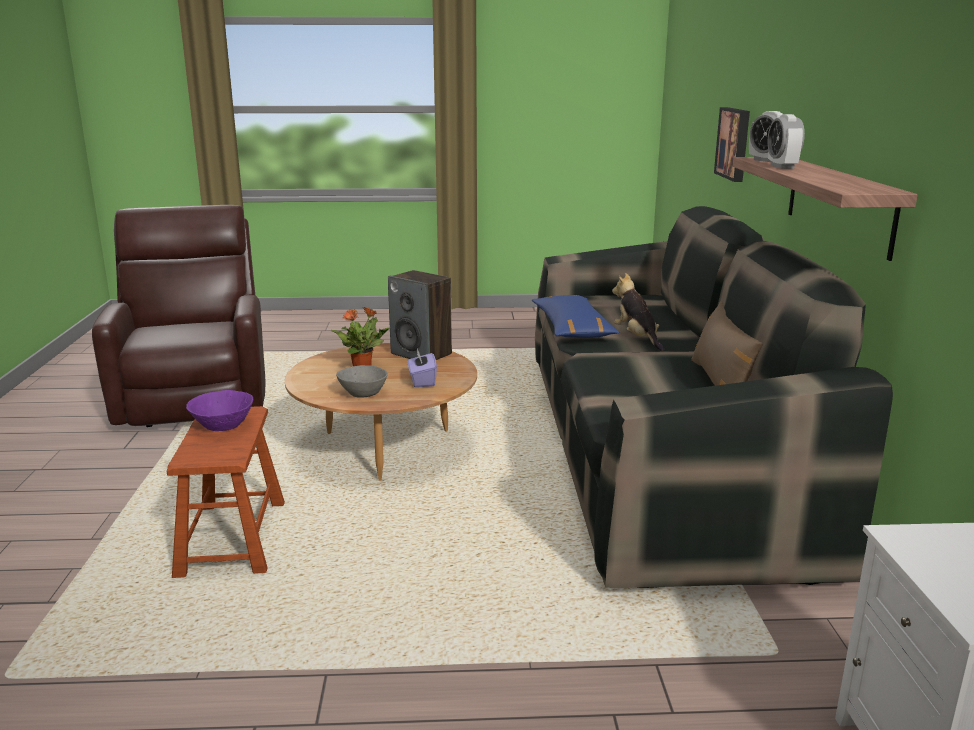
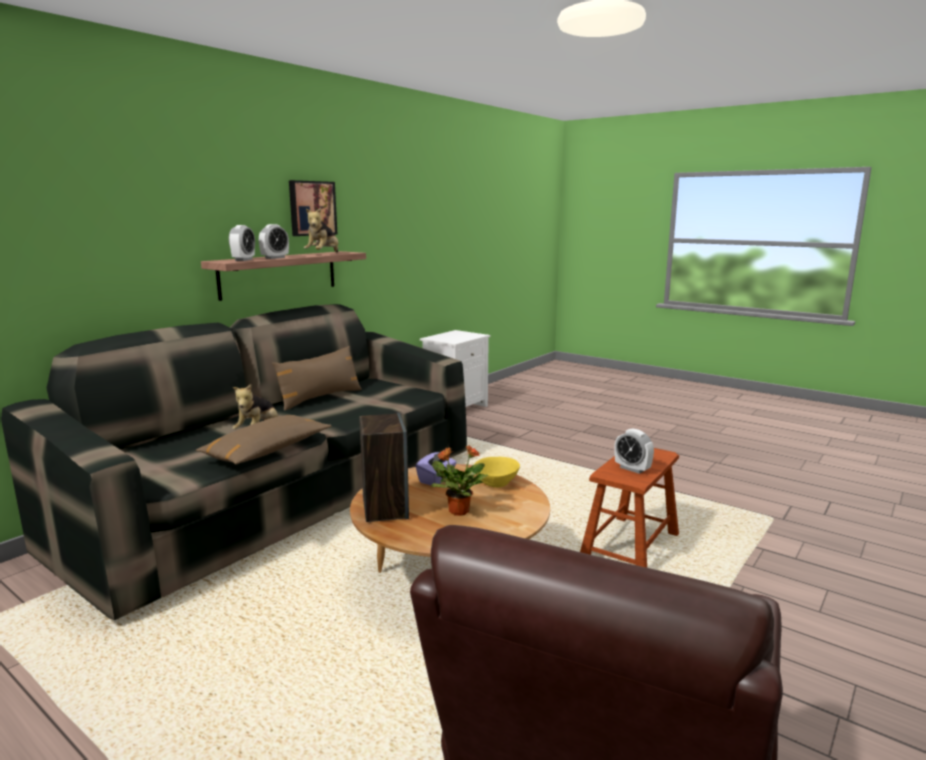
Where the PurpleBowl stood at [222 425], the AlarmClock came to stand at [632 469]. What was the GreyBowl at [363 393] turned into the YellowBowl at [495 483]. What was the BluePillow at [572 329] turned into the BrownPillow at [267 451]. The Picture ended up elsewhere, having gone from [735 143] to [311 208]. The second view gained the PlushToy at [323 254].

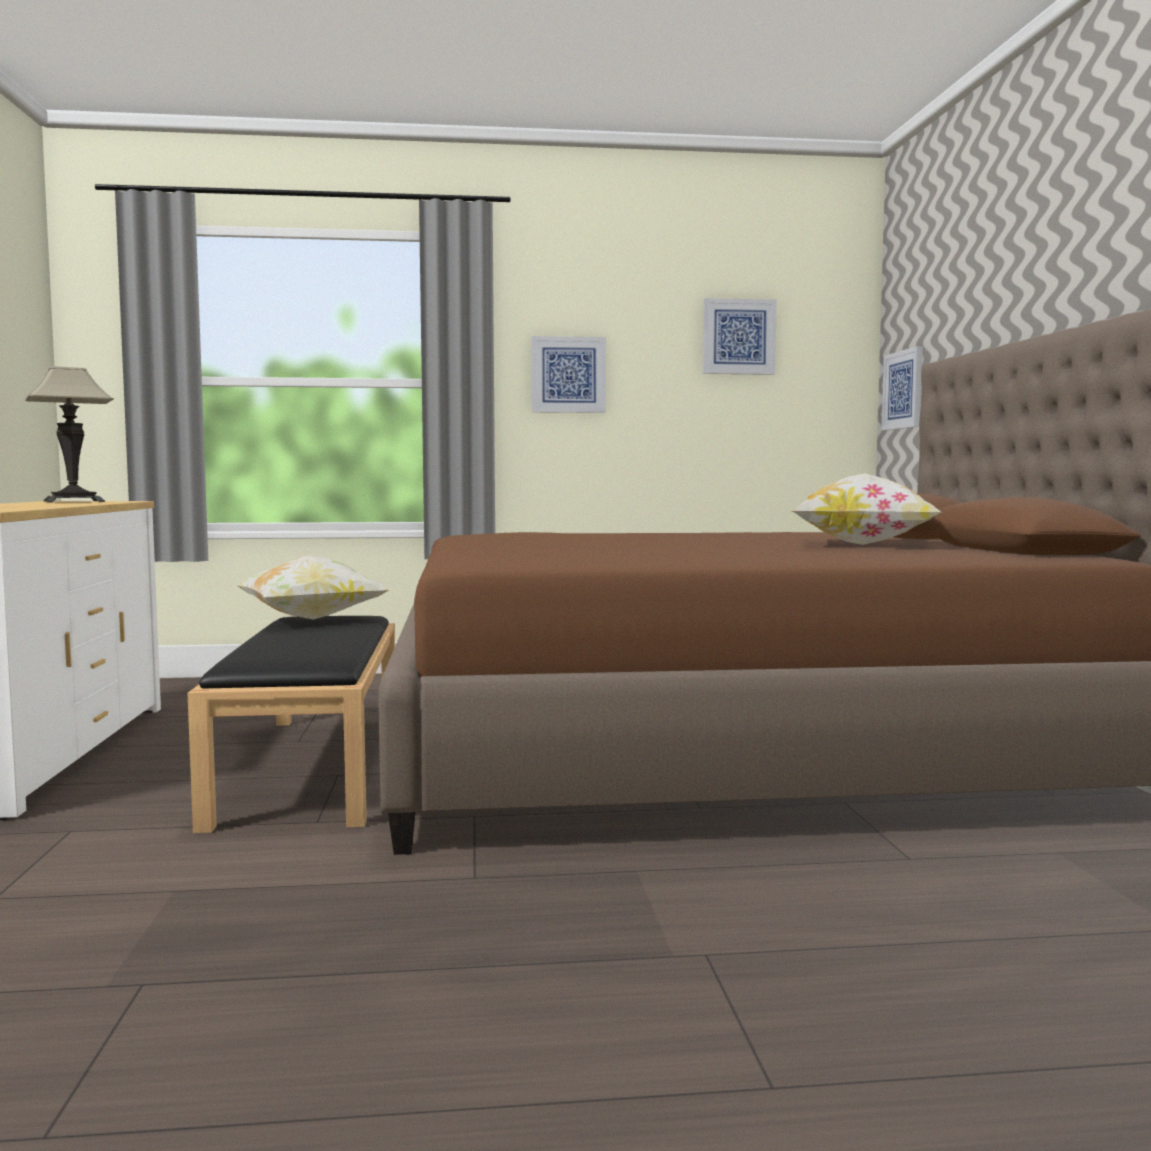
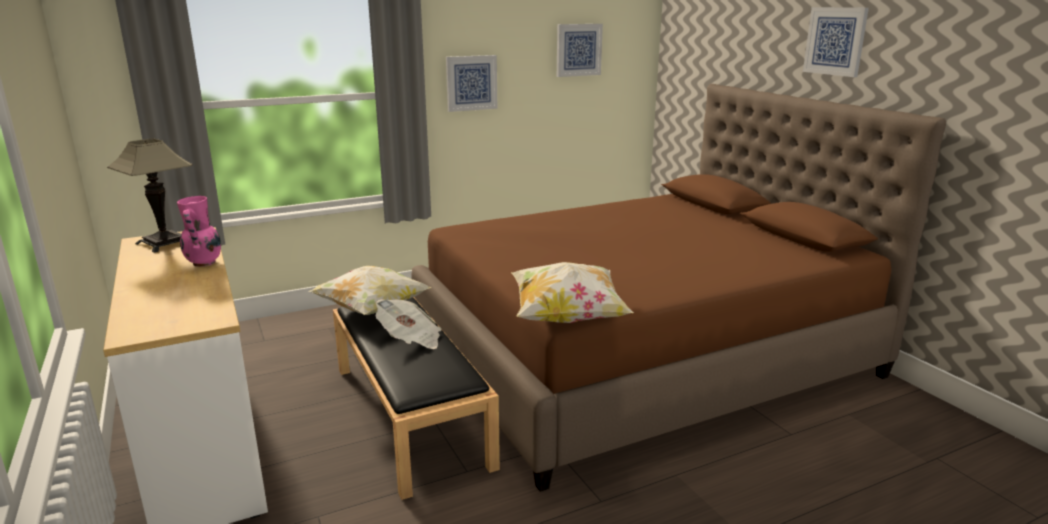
The Pillow ended up elsewhere, having gone from [863 545] to [567 317]. The Picture ended up elsewhere, having gone from [904 390] to [835 41]. The second view gained the PinkVase at [203 263]. The second view gained the Newspaper at [410 339].

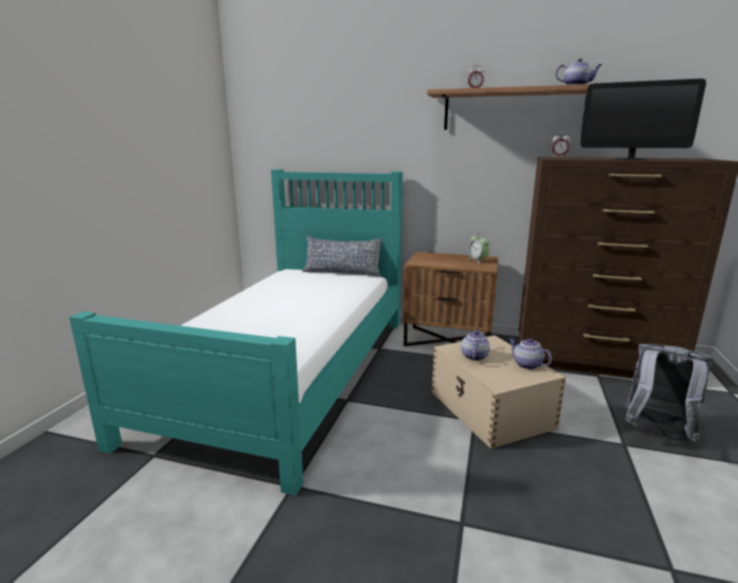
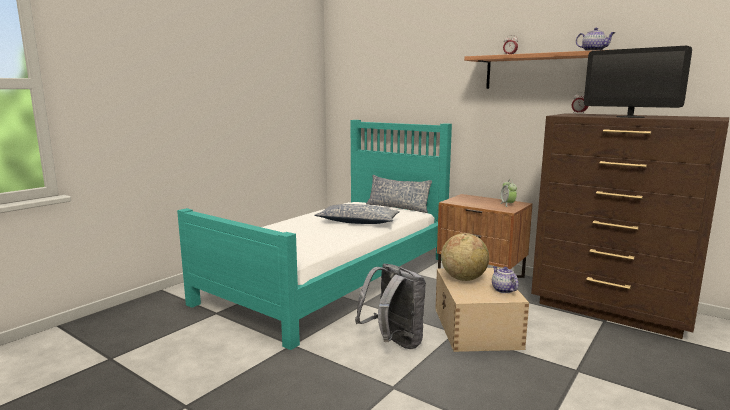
Where the Teapot stood at [474 356], the Globe came to stand at [463 278]. The GreyBackpack ended up elsewhere, having gone from [655 435] to [393 343]. The second view gained the Pillow at [358 222].

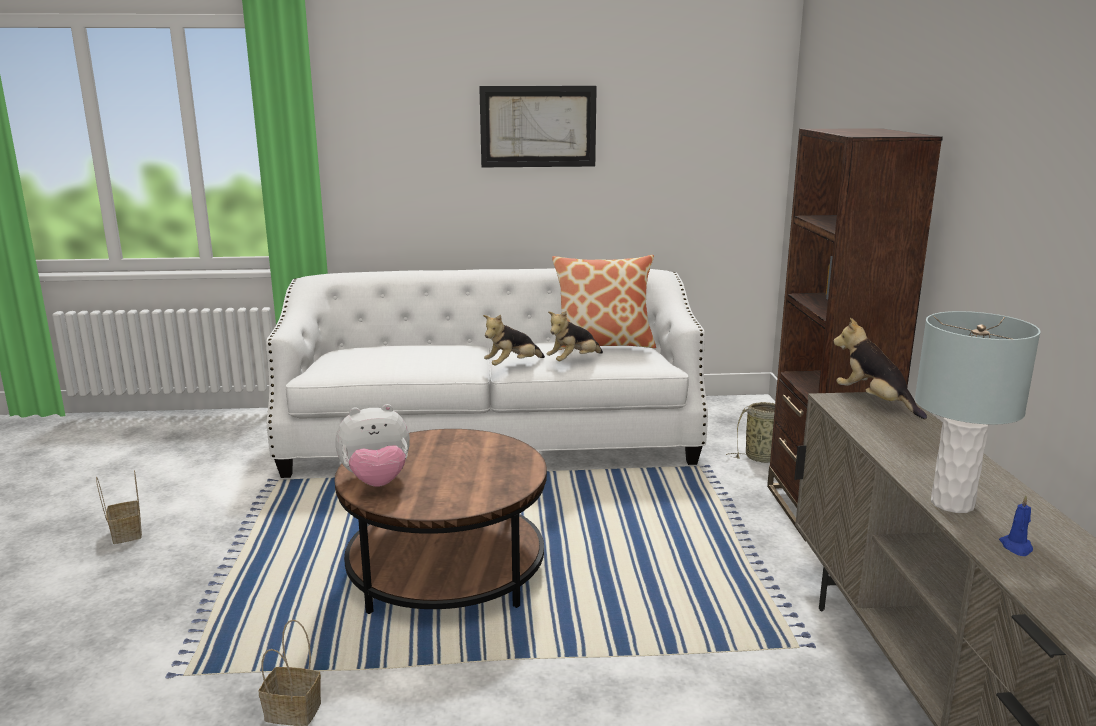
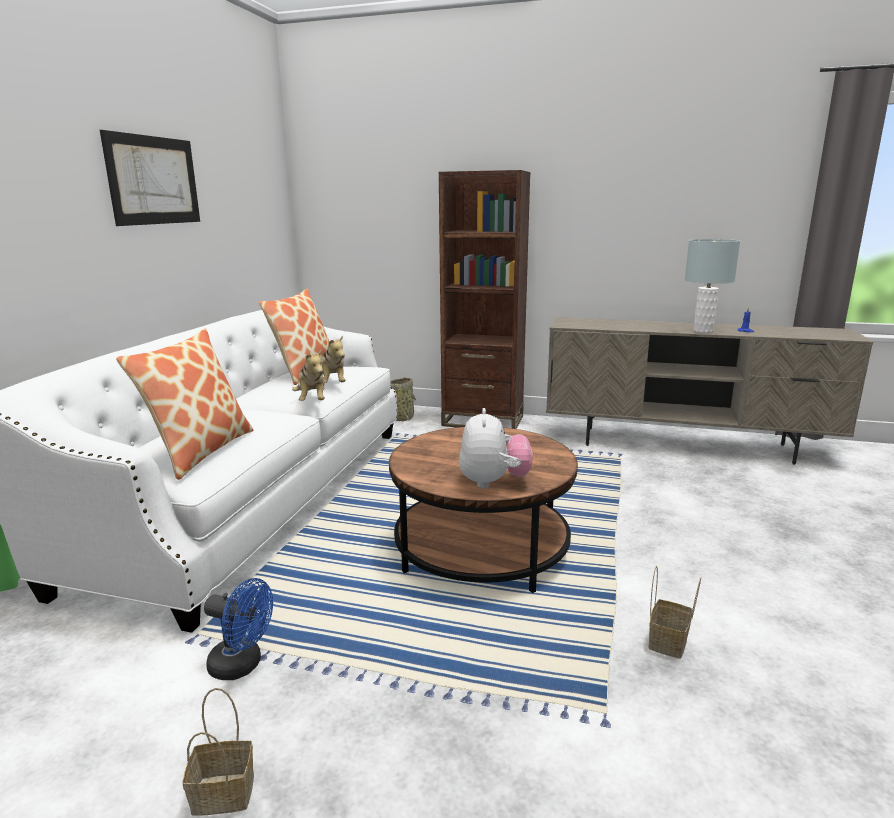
The second view lost the PlushToy at [874 402]. The second view gained the Pillow at [200 451]. The second view gained the BlueFan at [242 665].

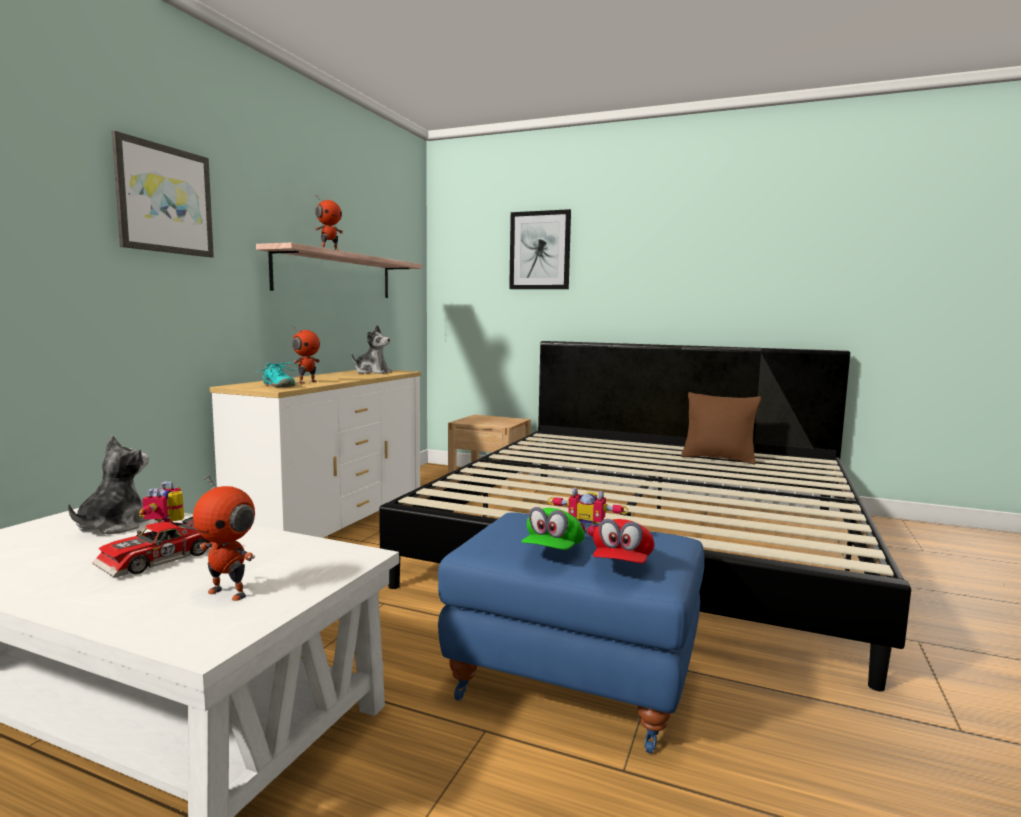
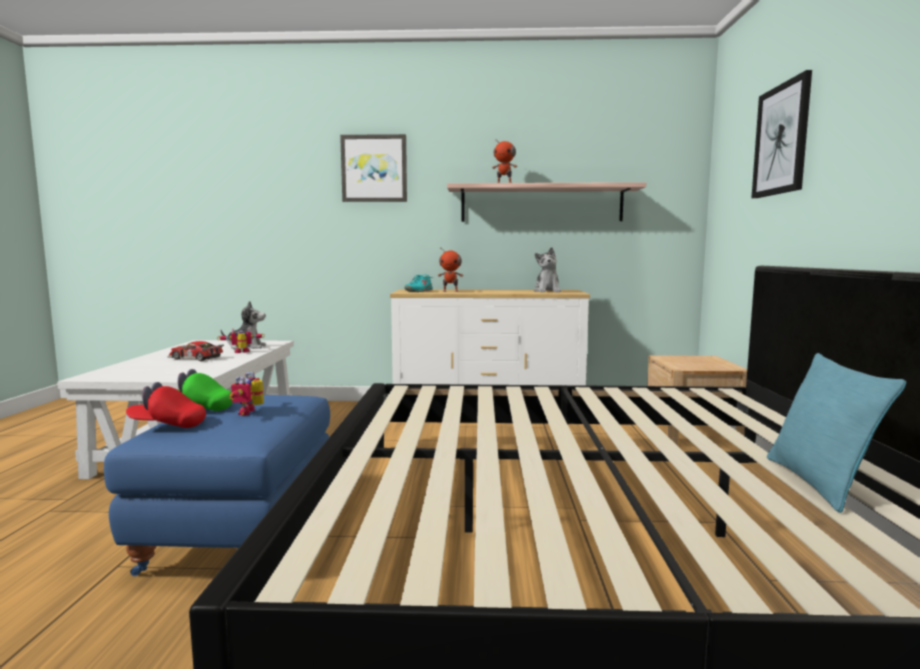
The second view lost the ToyRobot at [229 593]. What was the BrownPillow at [718 458] turned into the TurquoisePillow at [818 483].

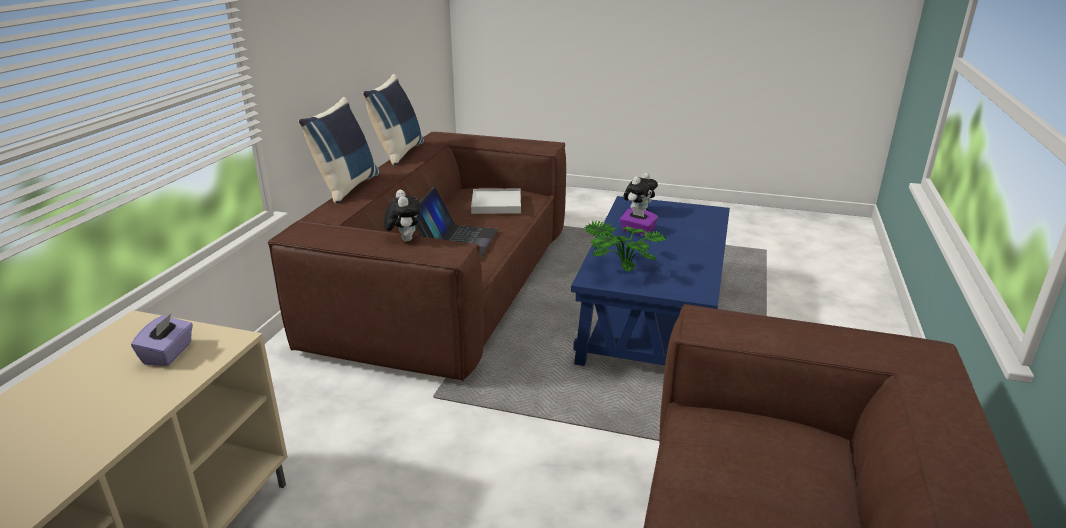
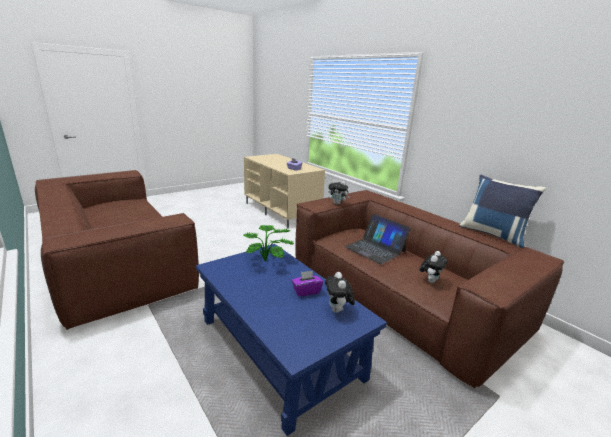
The second view lost the BluePillow at [346 187]. Where the WhiteTray stood at [496 204], the PlushToy came to stand at [430 280].

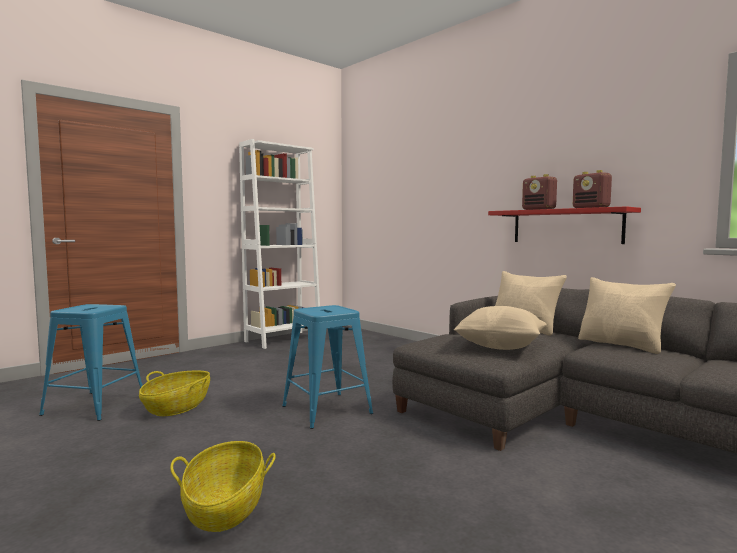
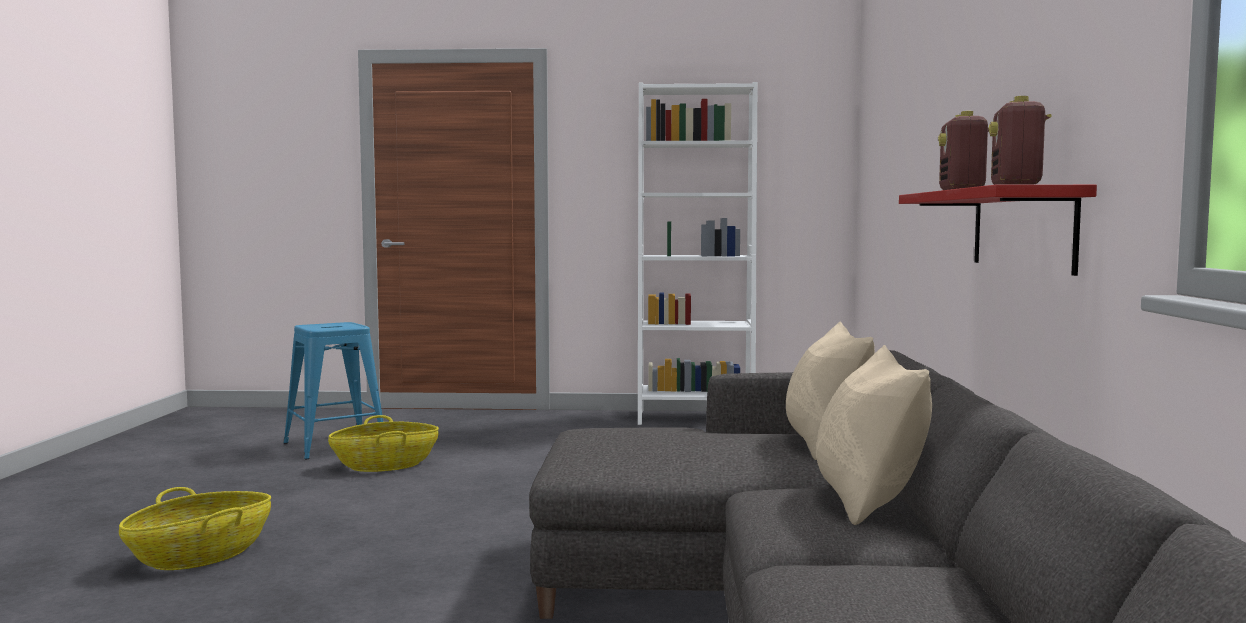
The second view lost the BlueStool at [326 410]. The second view lost the BeigePillow at [500 347].

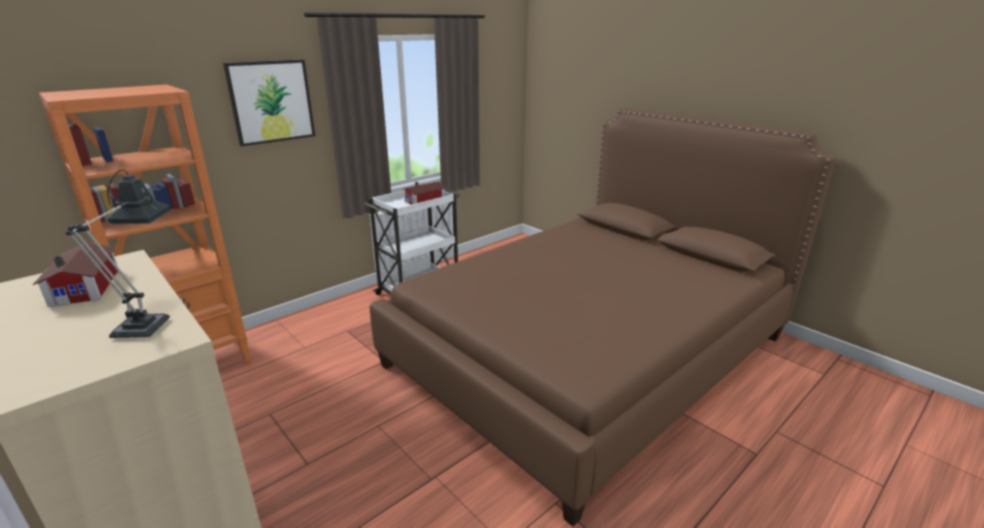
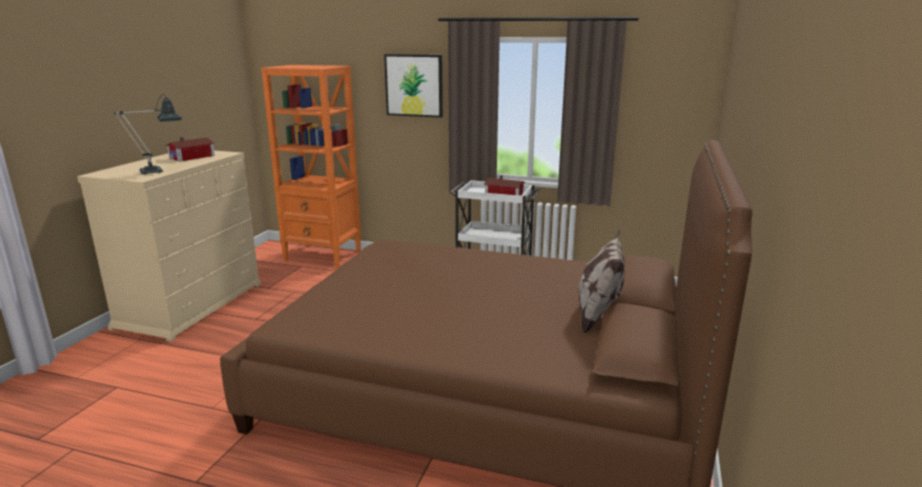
The second view gained the Pillow at [598 315].

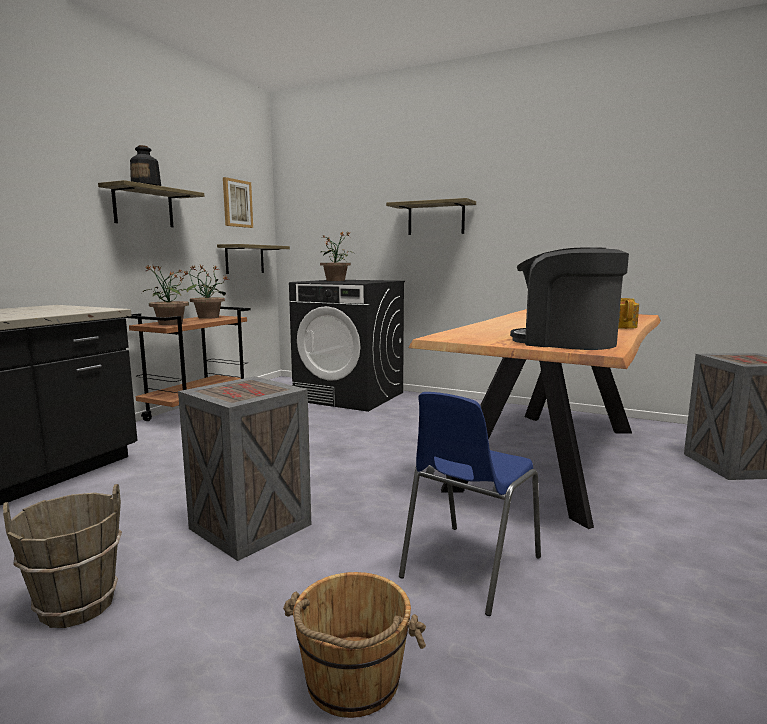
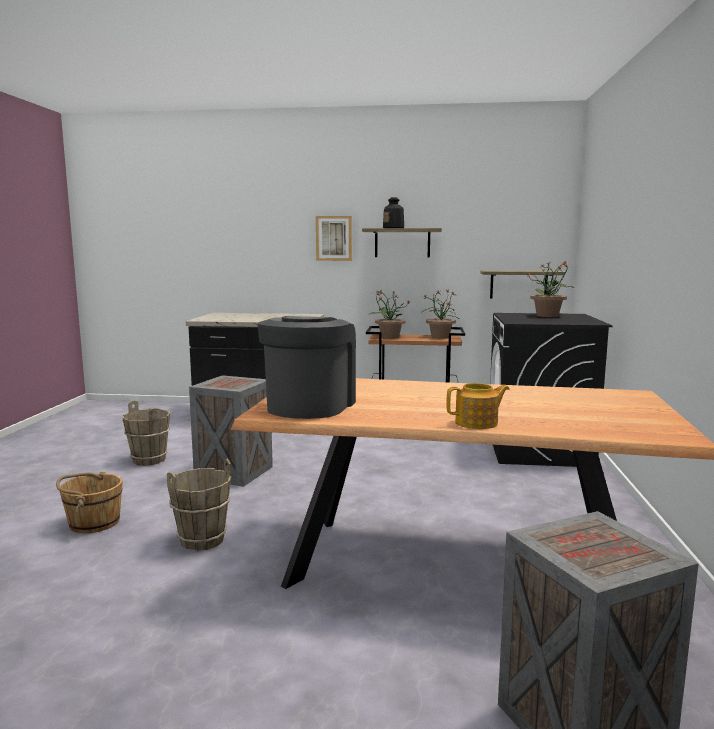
The Picture ended up elsewhere, having gone from [237 203] to [334 238]. The second view lost the Shelf at [436 219]. Where the BlueChair stood at [468 567], the BrownBucket came to stand at [202 540].

